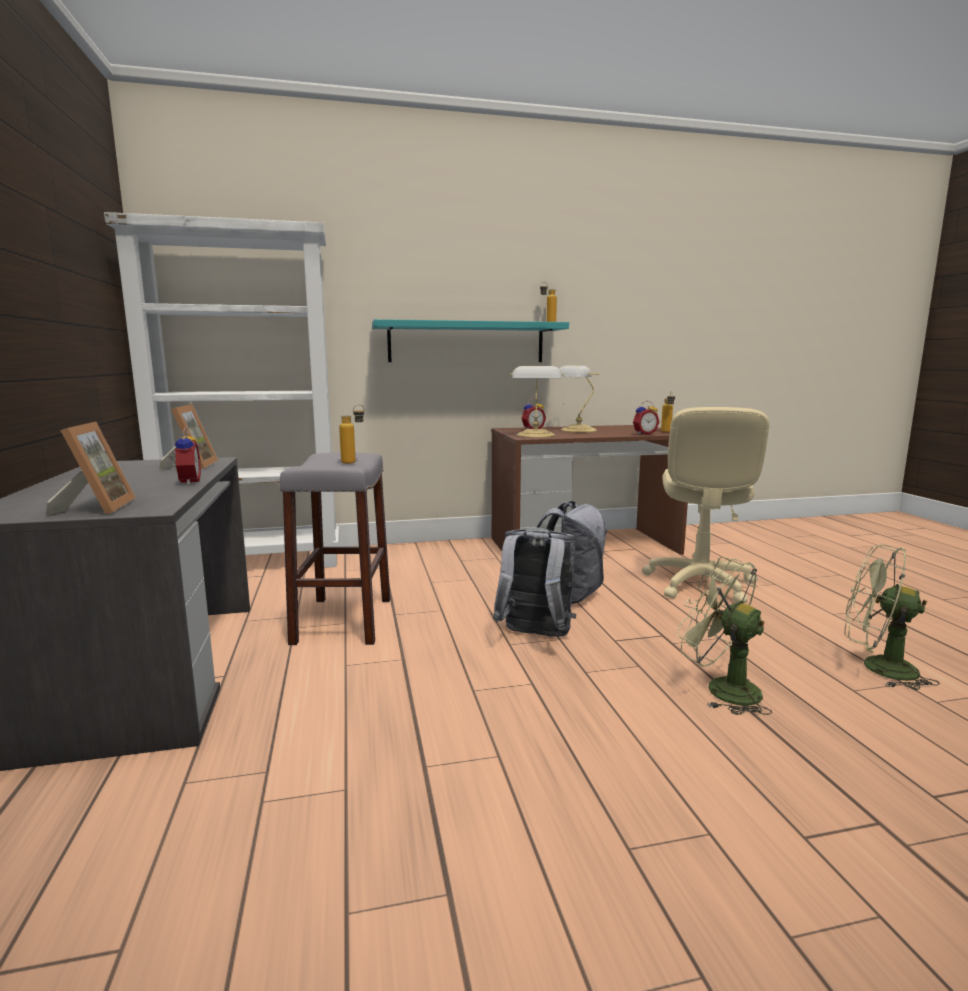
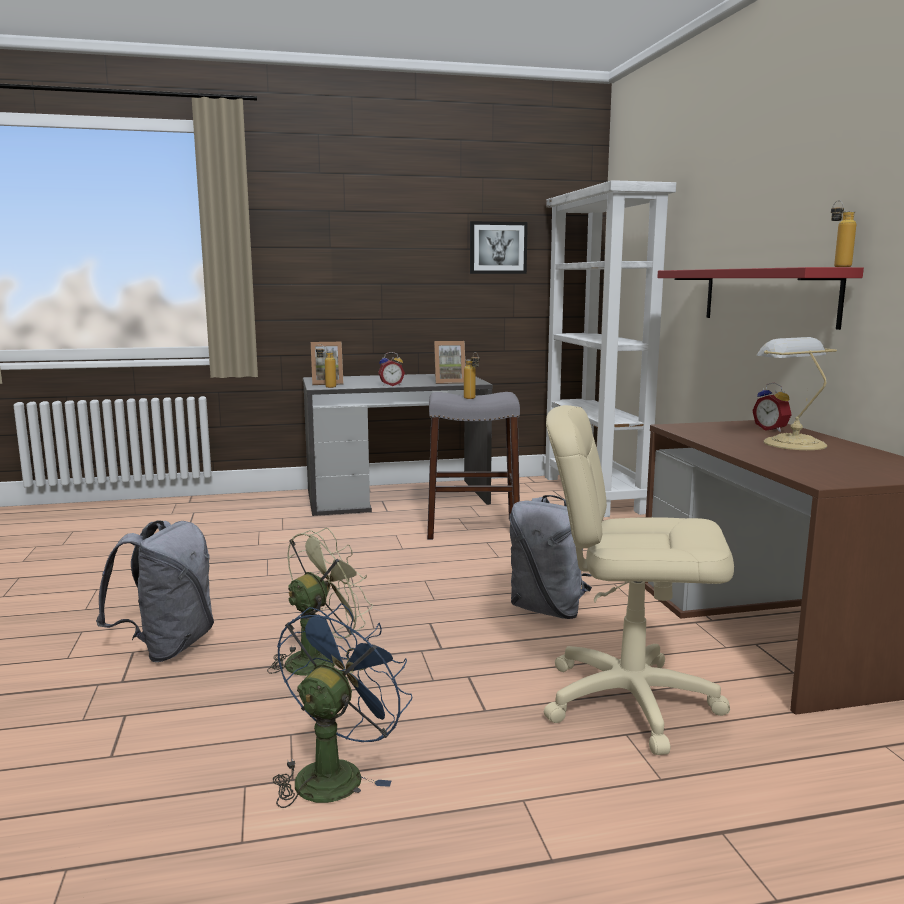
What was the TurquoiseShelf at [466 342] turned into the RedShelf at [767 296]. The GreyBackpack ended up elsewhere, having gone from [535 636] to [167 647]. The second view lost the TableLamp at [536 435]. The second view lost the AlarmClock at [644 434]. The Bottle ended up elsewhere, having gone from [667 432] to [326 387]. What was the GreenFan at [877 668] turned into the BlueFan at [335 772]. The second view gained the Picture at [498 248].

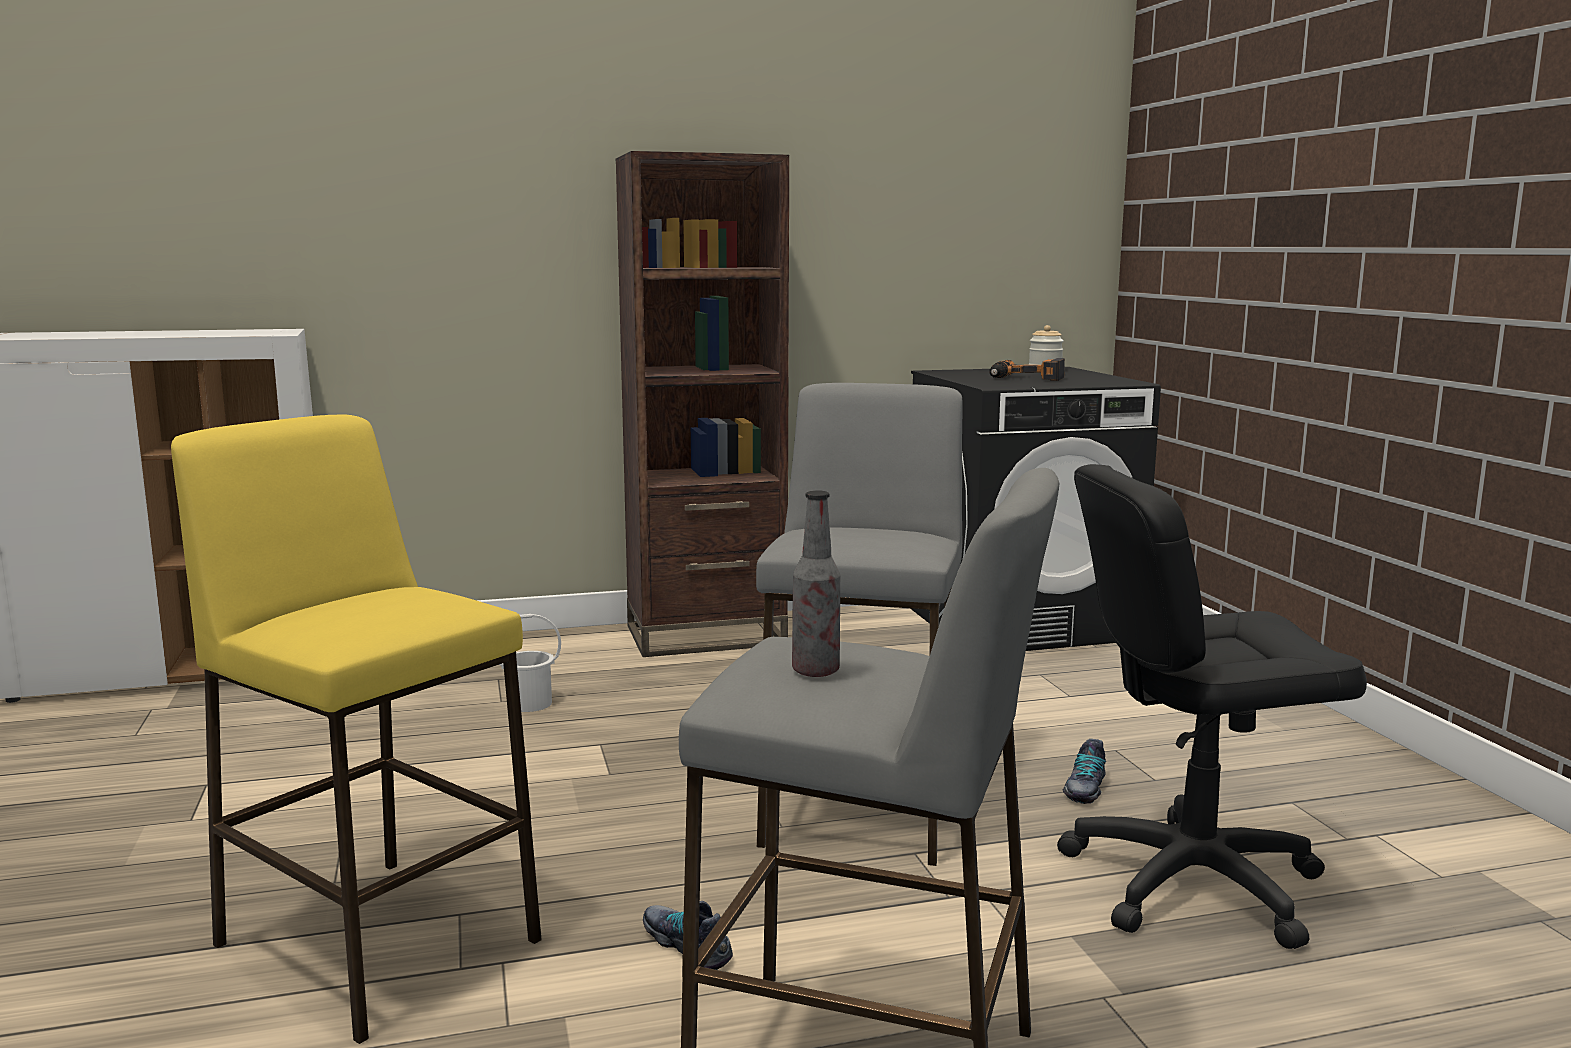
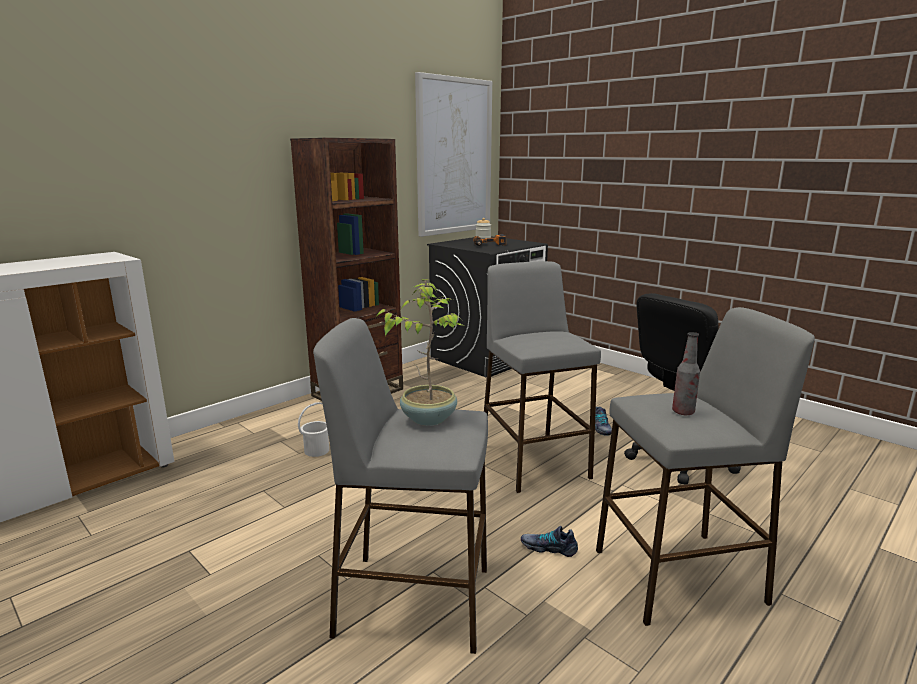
What was the YellowStool at [376 941] turned into the GreyStool at [412 600]. The second view gained the PottedPlant at [428 418]. The second view gained the Picture at [454 157].

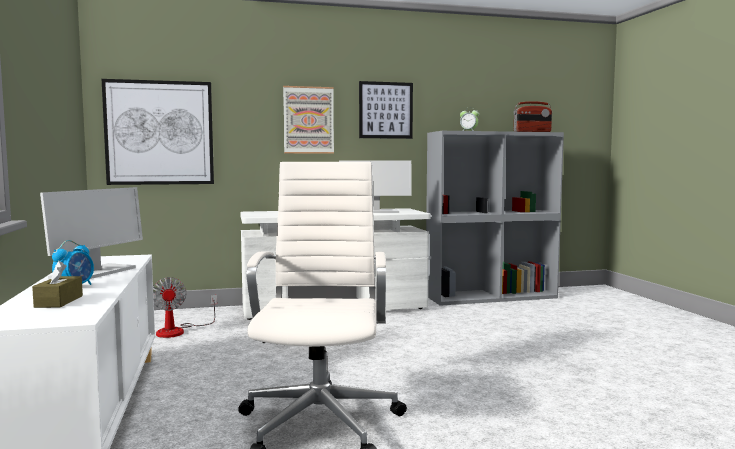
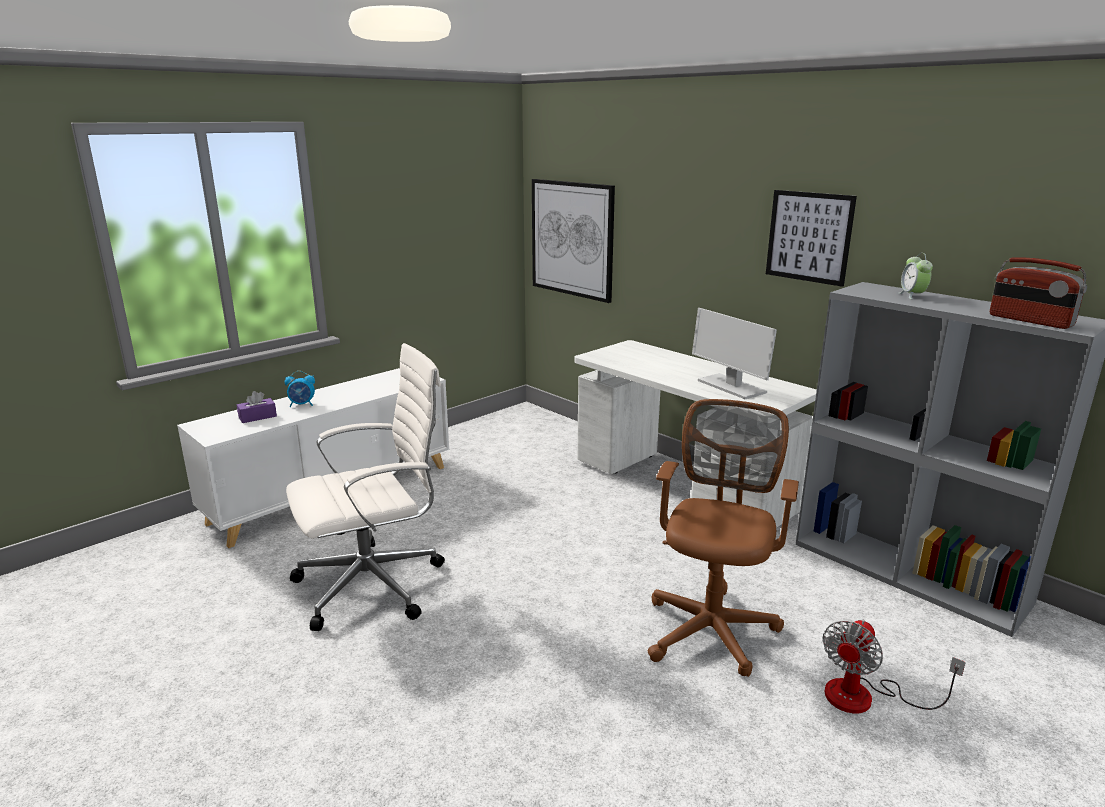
What was the BrownTissueBox at [59 301] turned into the PurpleTissueBox at [257 417]. The second view lost the Monitor at [93 273]. The Fan ended up elsewhere, having gone from [178 331] to [865 697]. The second view lost the Picture at [308 120]. The second view gained the BrownOfficeChair at [712 627].

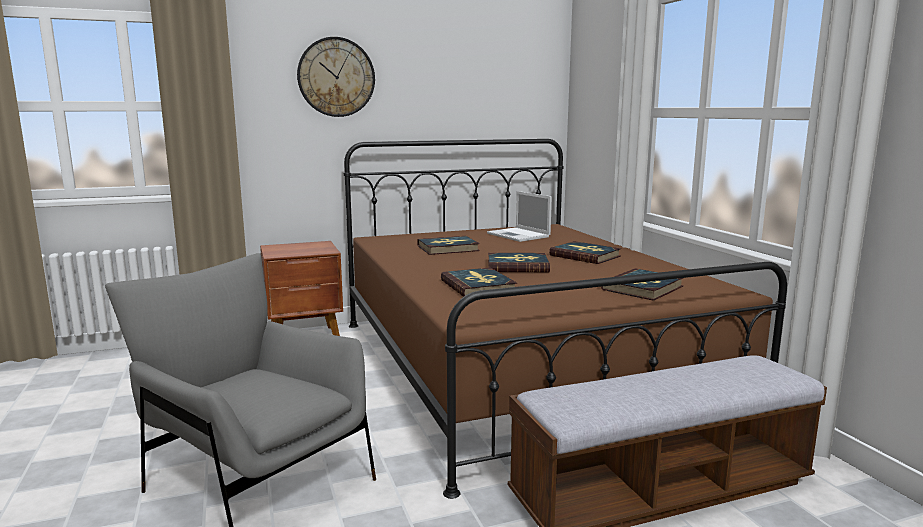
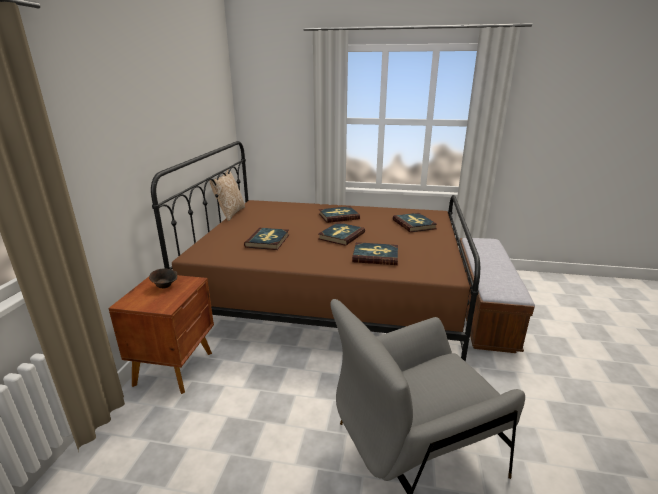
The second view lost the WallClock at [336 77]. The second view lost the Laptop at [519 235]. The second view gained the BrownBowl at [165 286]. The second view gained the Pillow at [230 214].

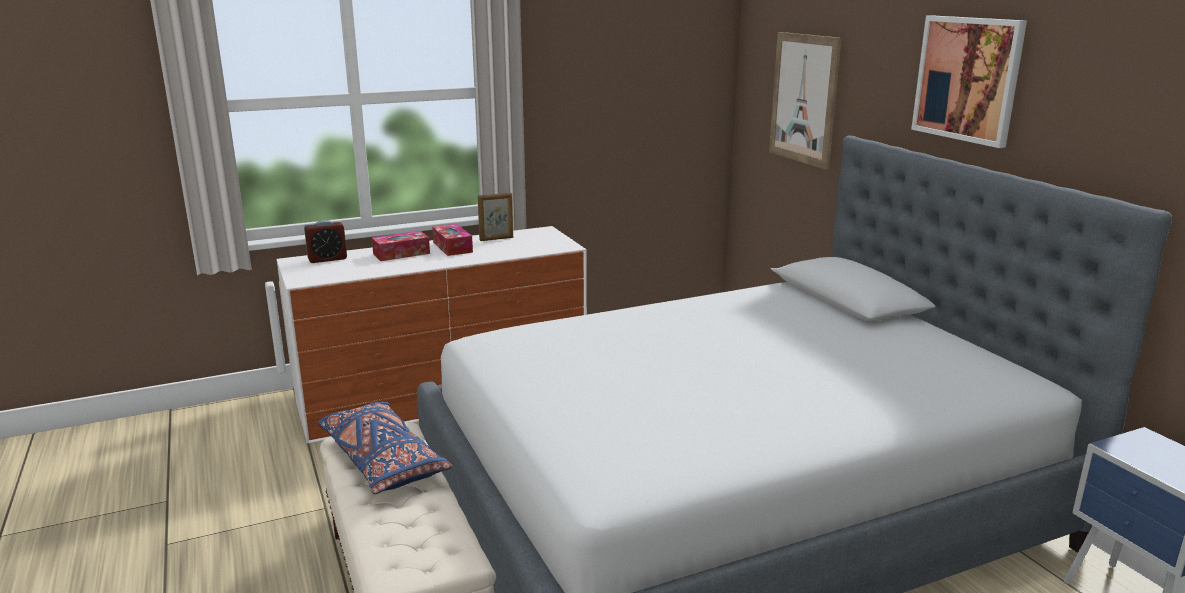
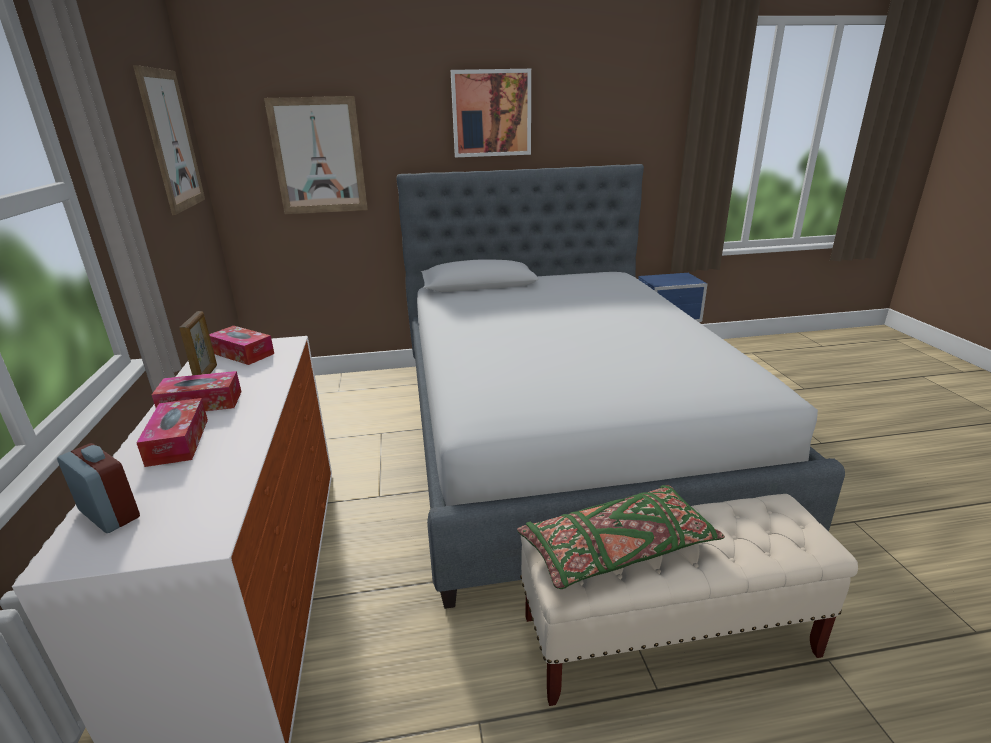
The AlarmClock at [327 259] ended up facing another way, 45 degrees counterclockwise from before. What was the BluePillow at [382 461] turned into the GreenPillow at [617 550]. The second view gained the Picture at [171 140]. The second view gained the TissueBox at [242 353].

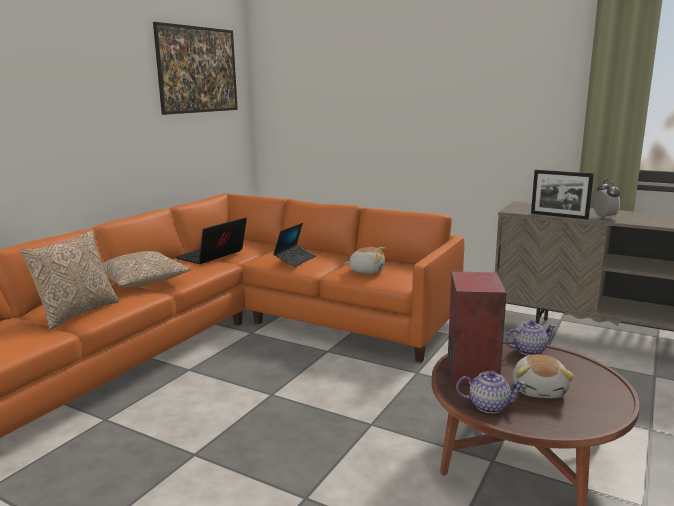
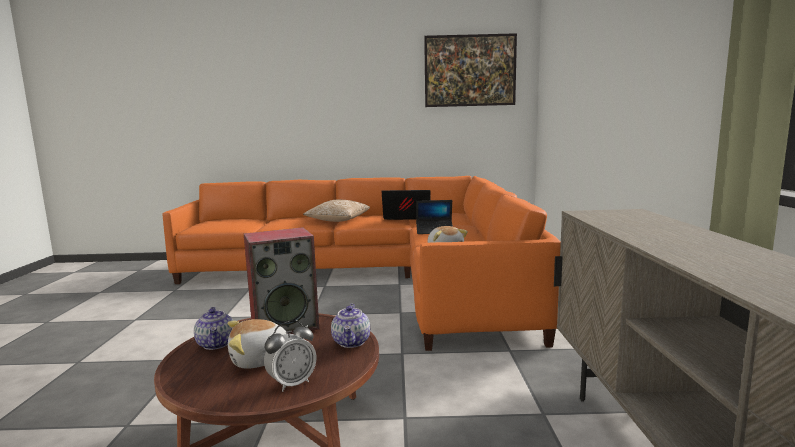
The second view lost the Pillow at [76 313]. The Teapot at [529 350] ended up facing another way, 45 degrees clockwise from before. The second view lost the PictureFrame at [559 216]. The AlarmClock ended up elsewhere, having gone from [604 217] to [292 383].

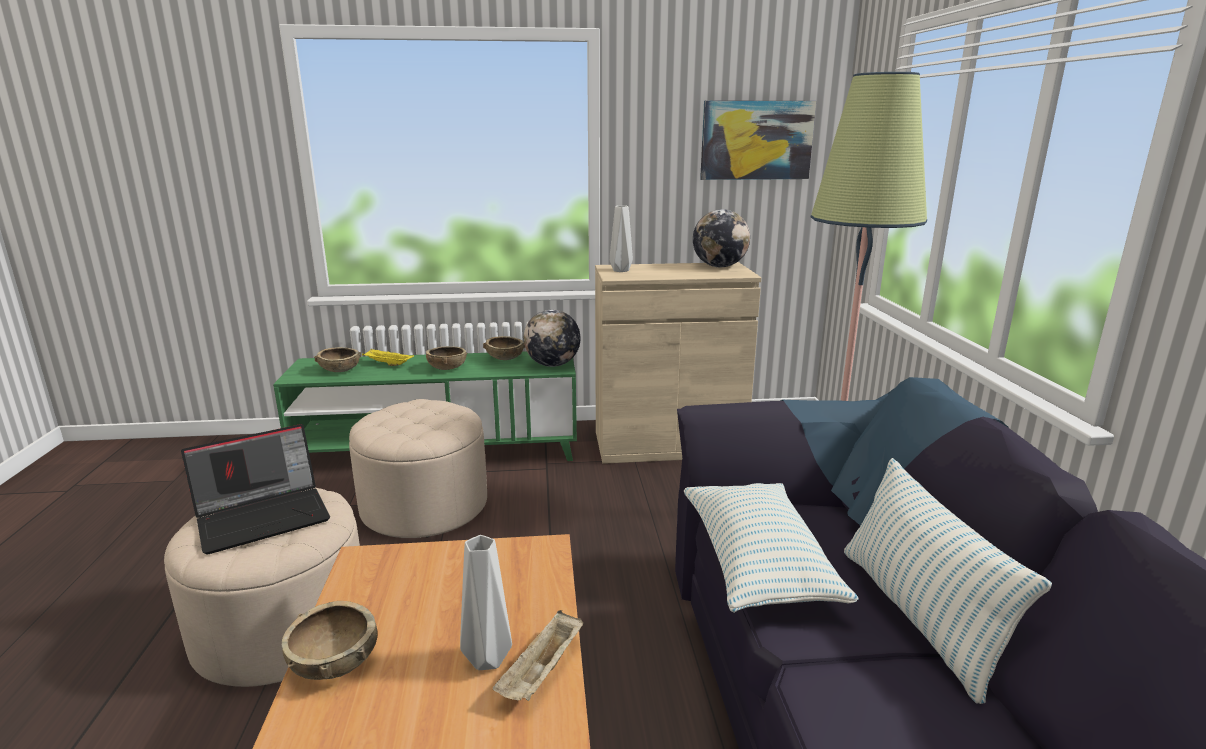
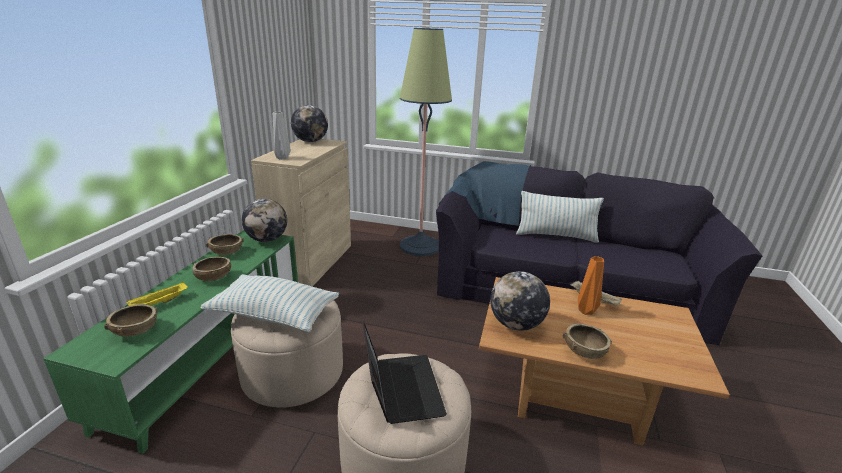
What was the GreyVase at [490 660] turned into the OrangeVase at [586 310]. The Pillow ended up elsewhere, having gone from [757 564] to [274 315]. The second view lost the Picture at [756 140]. The second view gained the Globe at [516 324].

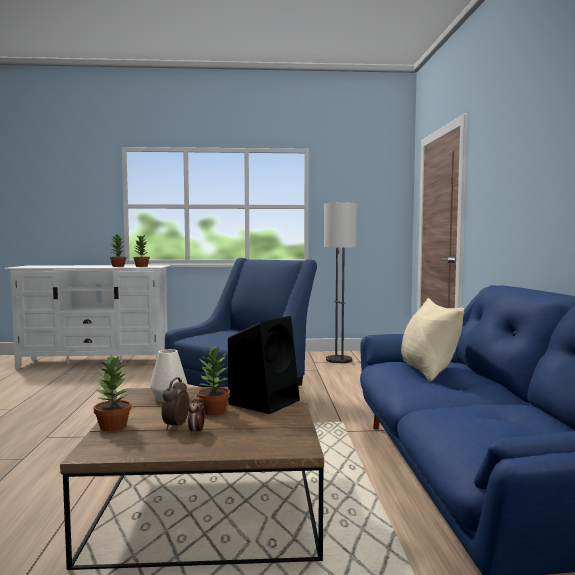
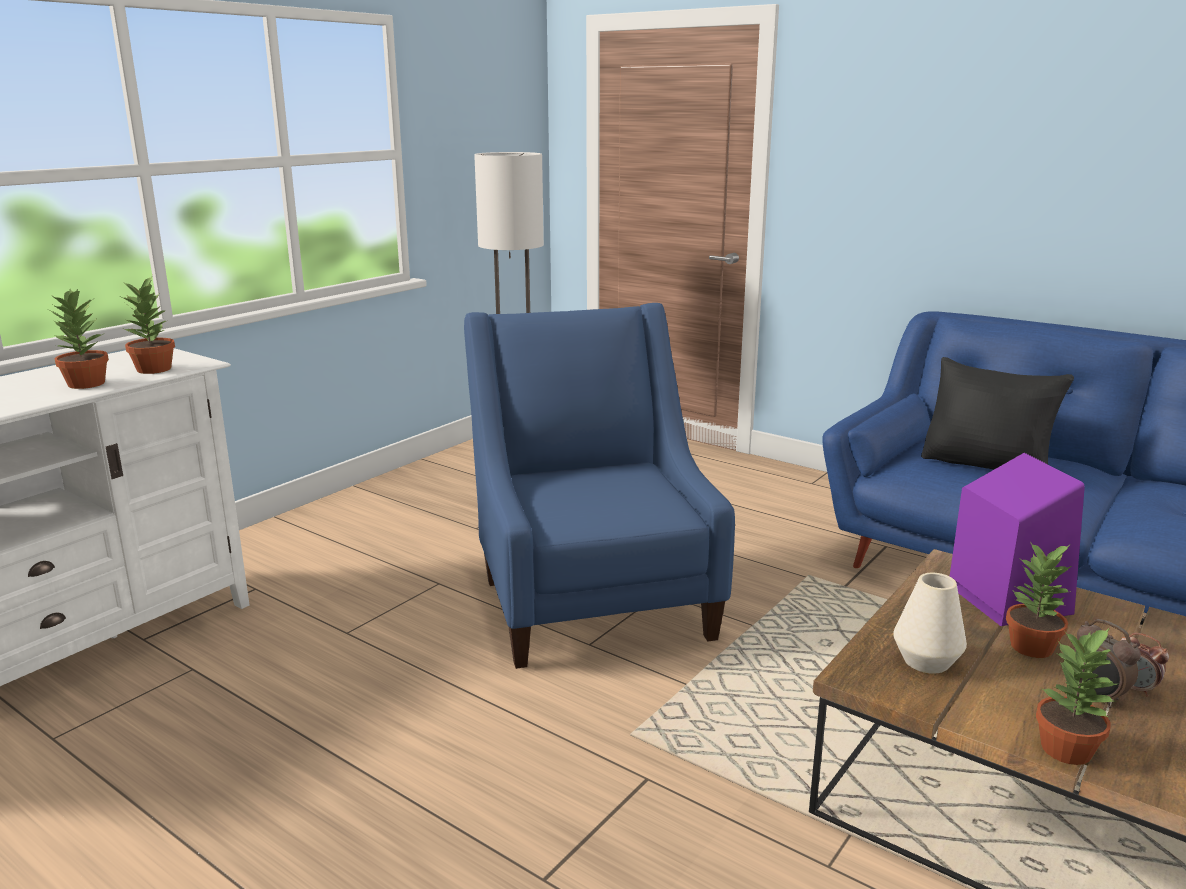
What was the BlackSpeaker at [265 401] turned into the PurpleSpeaker at [1006 598]. What was the BeigePillow at [428 371] turned into the BlackPillow at [986 466].

